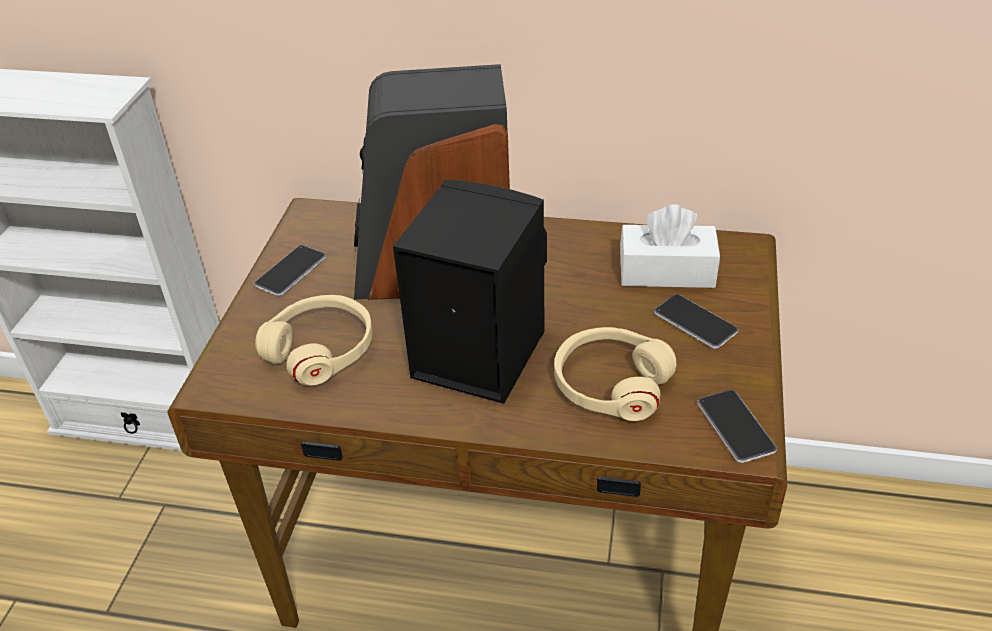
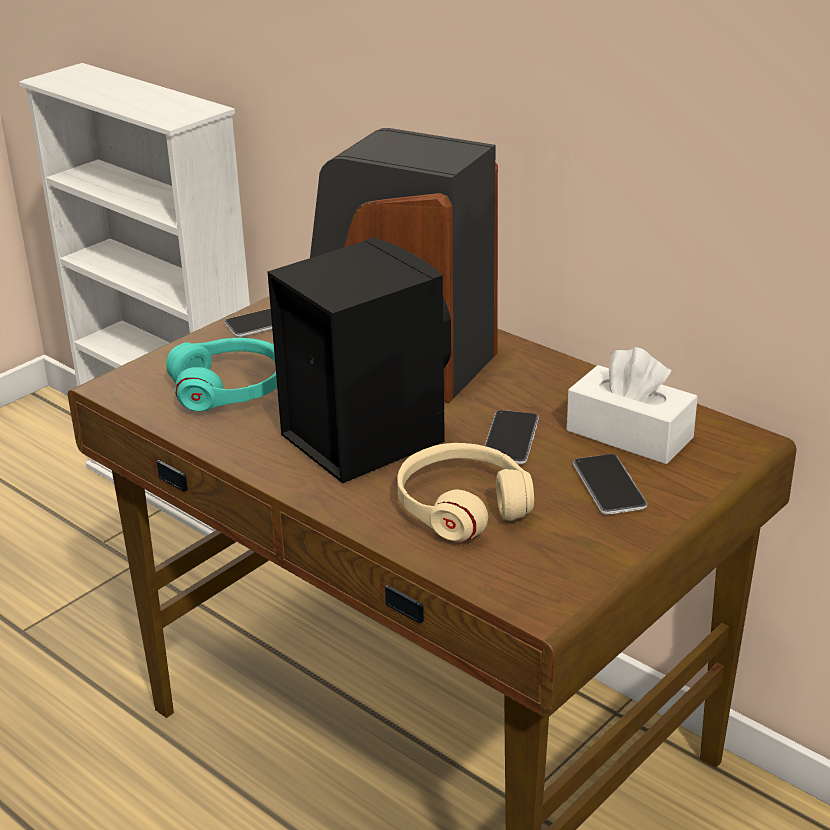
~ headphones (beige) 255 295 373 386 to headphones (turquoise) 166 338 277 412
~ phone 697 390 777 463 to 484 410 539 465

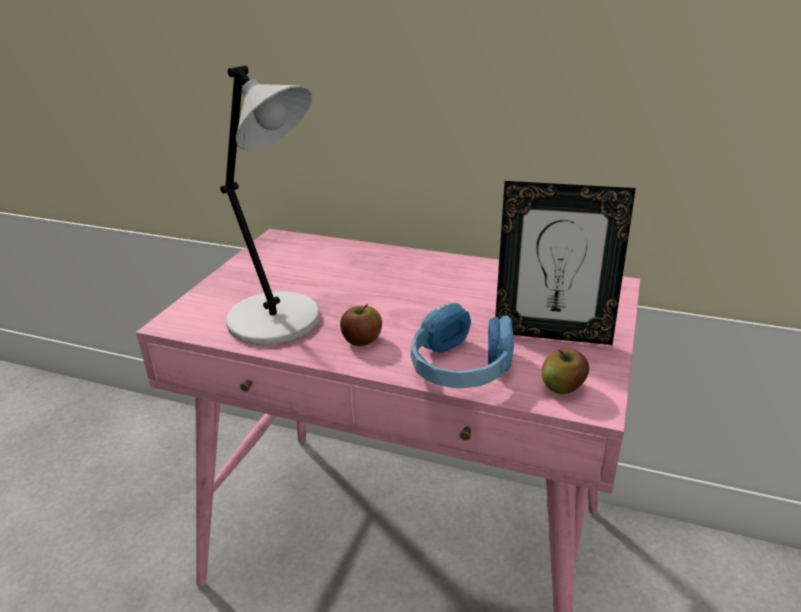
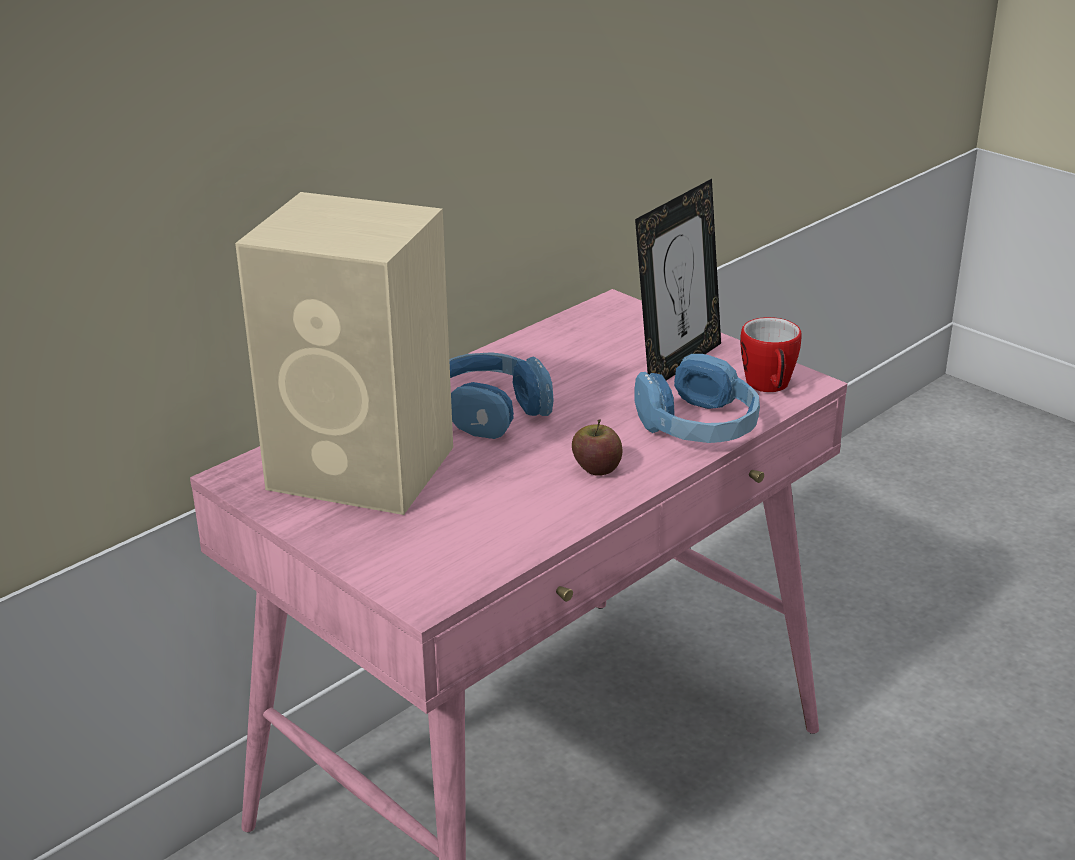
+ speaker (beige) 235 192 453 515
+ headphones (blue) 449 352 554 439
~ apple 541 348 589 394 to mug 740 317 802 392
- table lamp (grey) 220 65 320 345

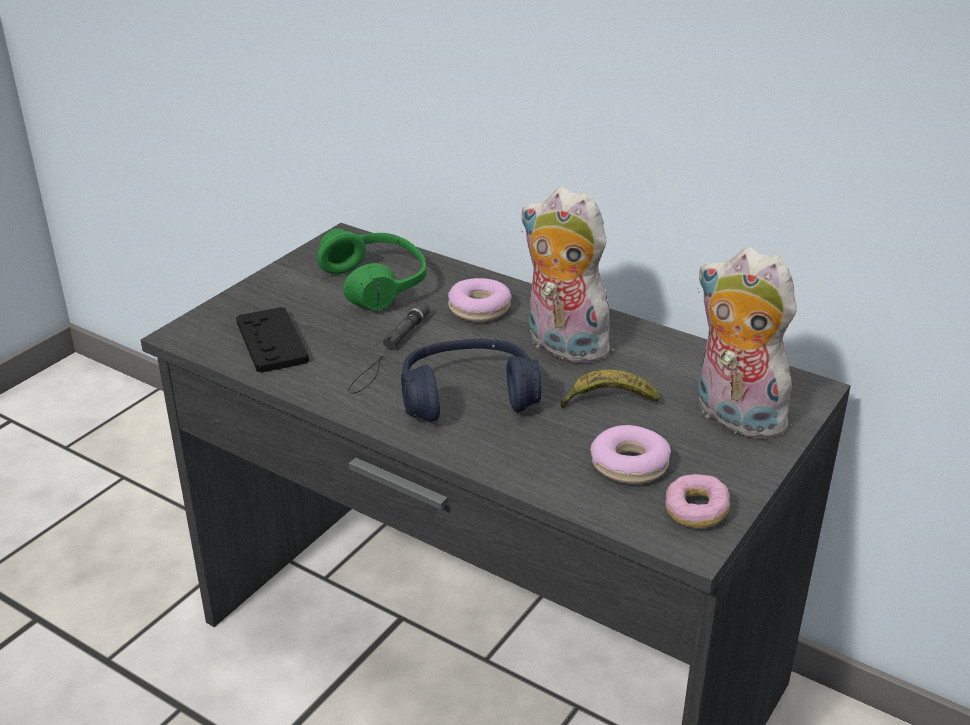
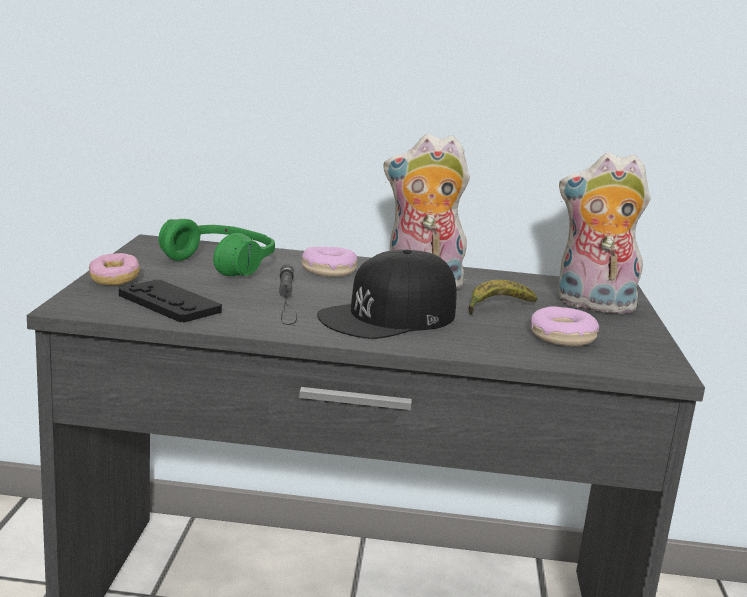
~ donut 665 474 730 529 to 89 253 140 285
~ headphones (blue) 401 339 541 422 to cap (black) 317 250 457 339

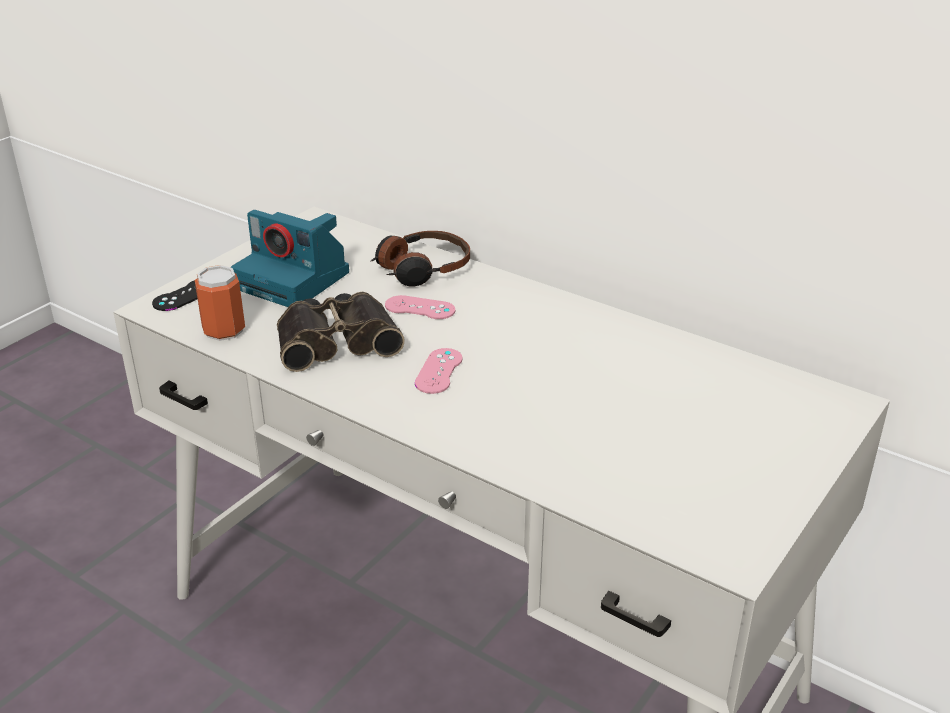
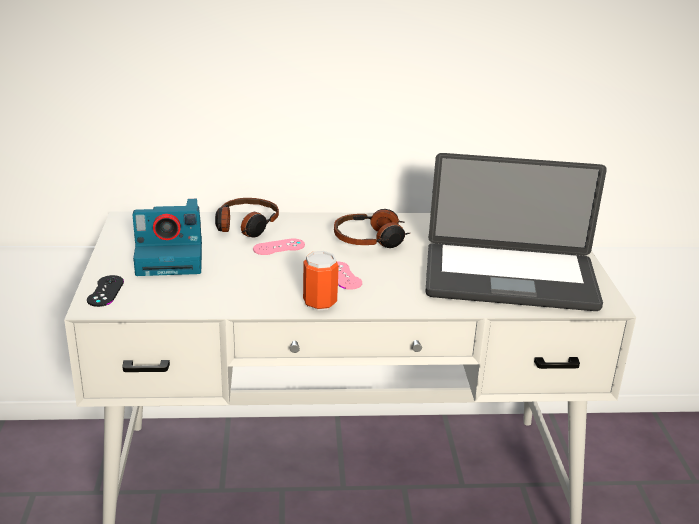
~ can 195 265 245 341 to 303 251 339 311
+ headphones 334 209 410 248
+ laptop 426 153 607 311
- binoculars 277 292 405 372

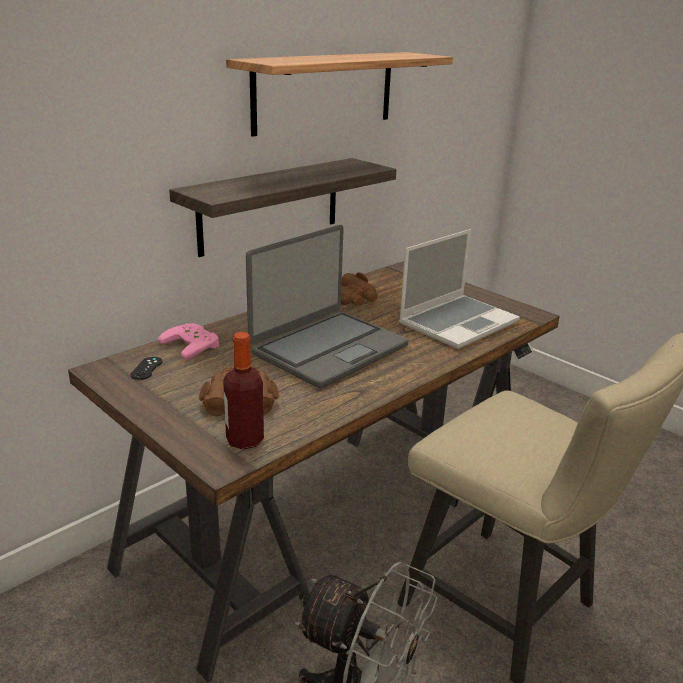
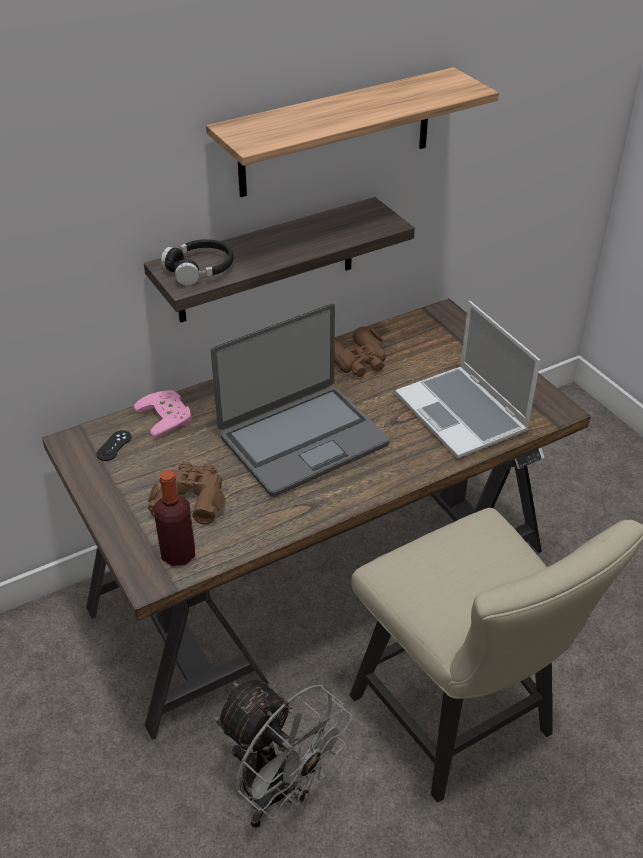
+ headphones (black) 161 239 234 286
~ laptop 399 229 520 349 = 395 301 541 459 90 degrees clockwise

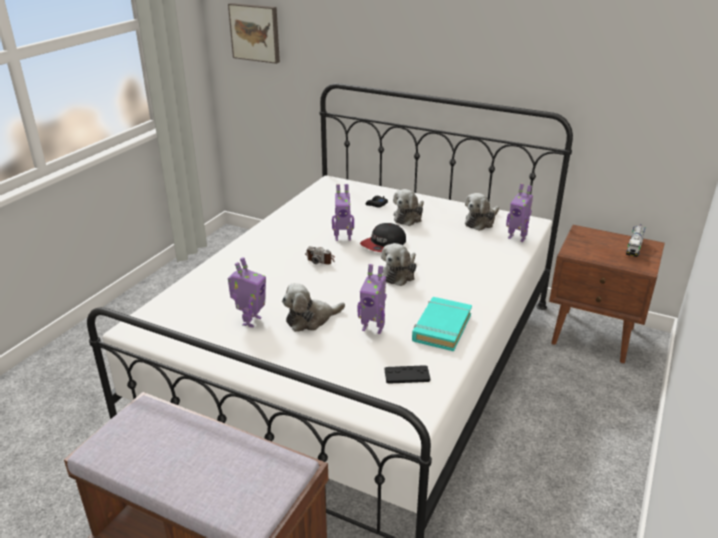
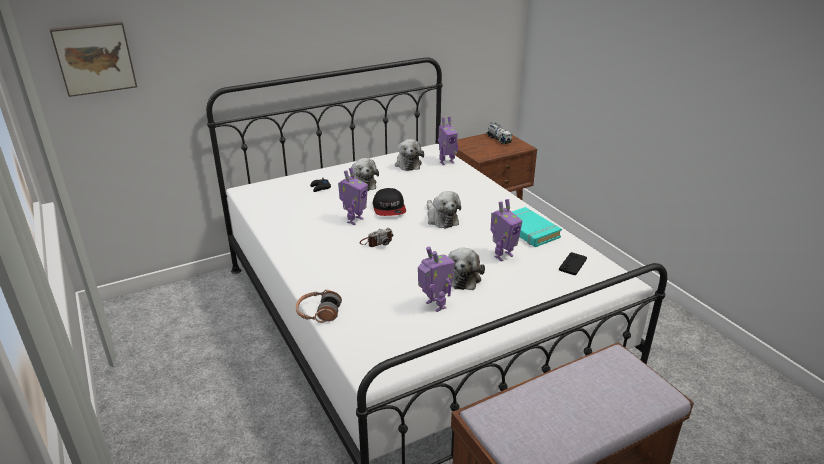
+ headphones 296 290 342 323

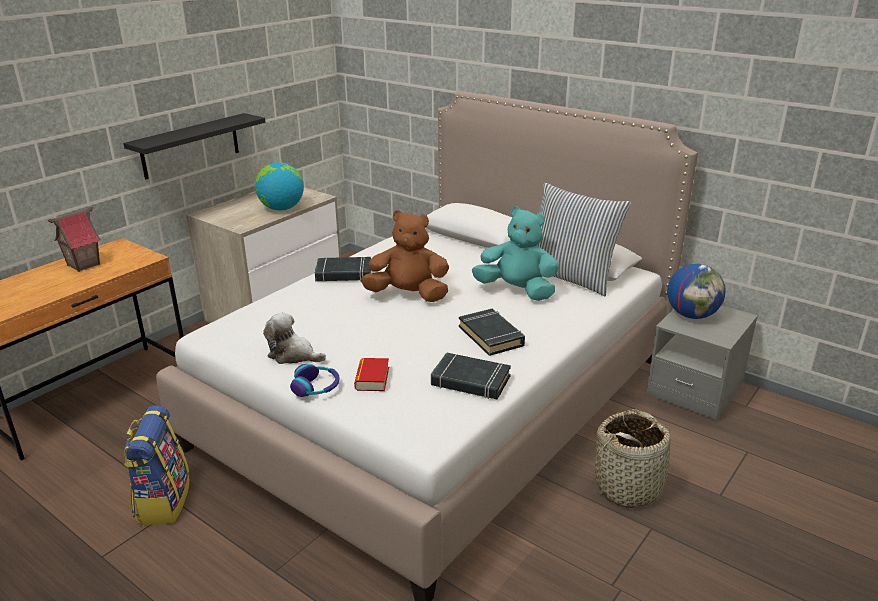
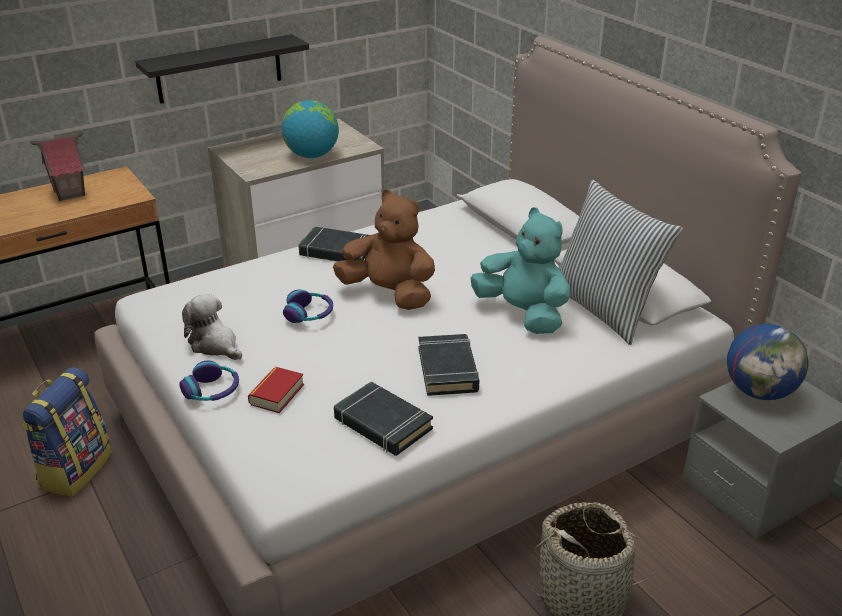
+ headphones 283 289 333 323

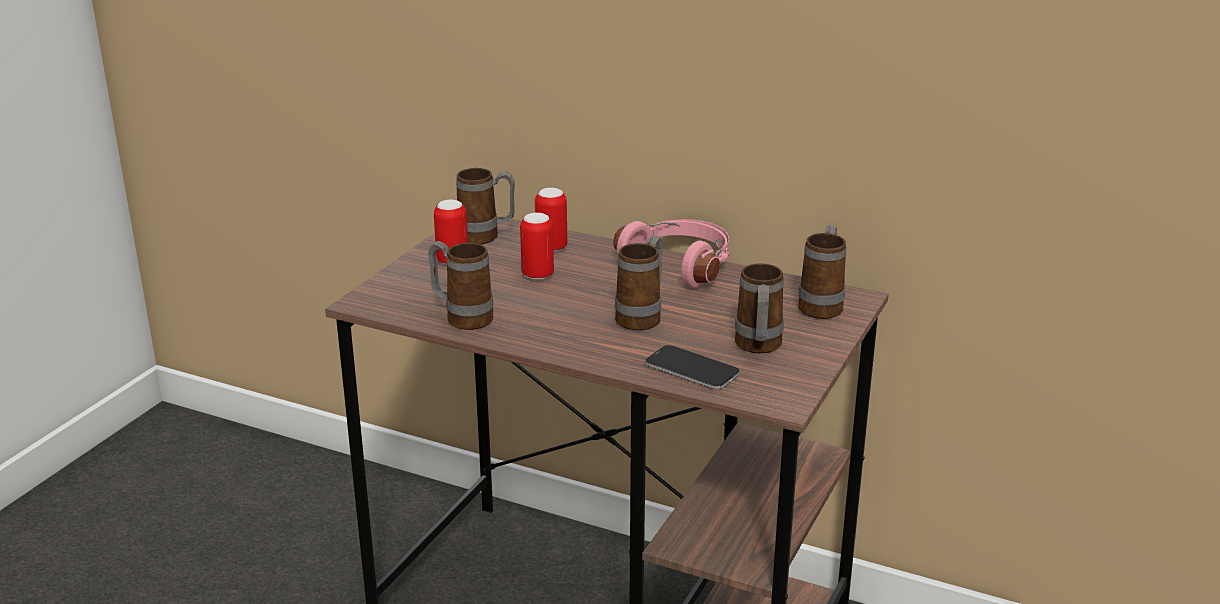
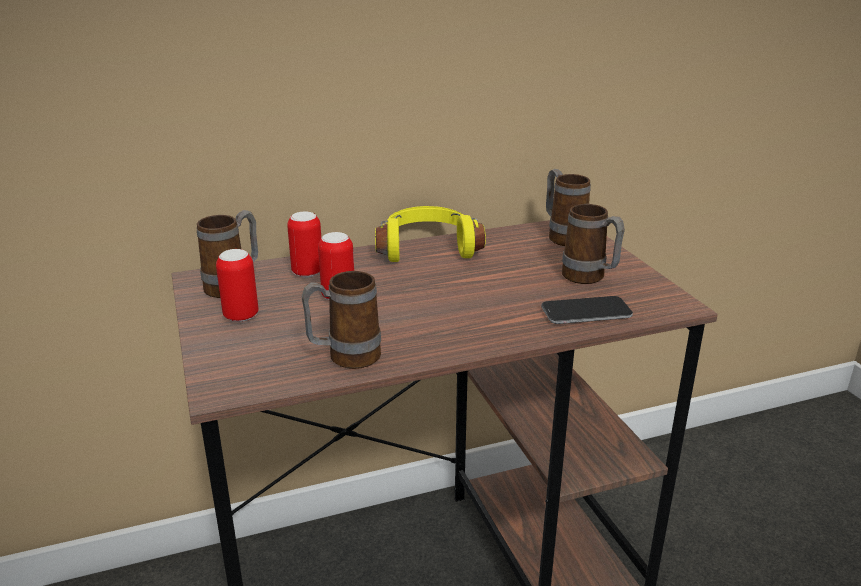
~ headphones (pink) 613 219 730 288 to headphones (yellow) 375 206 486 262
- mug 615 236 663 330

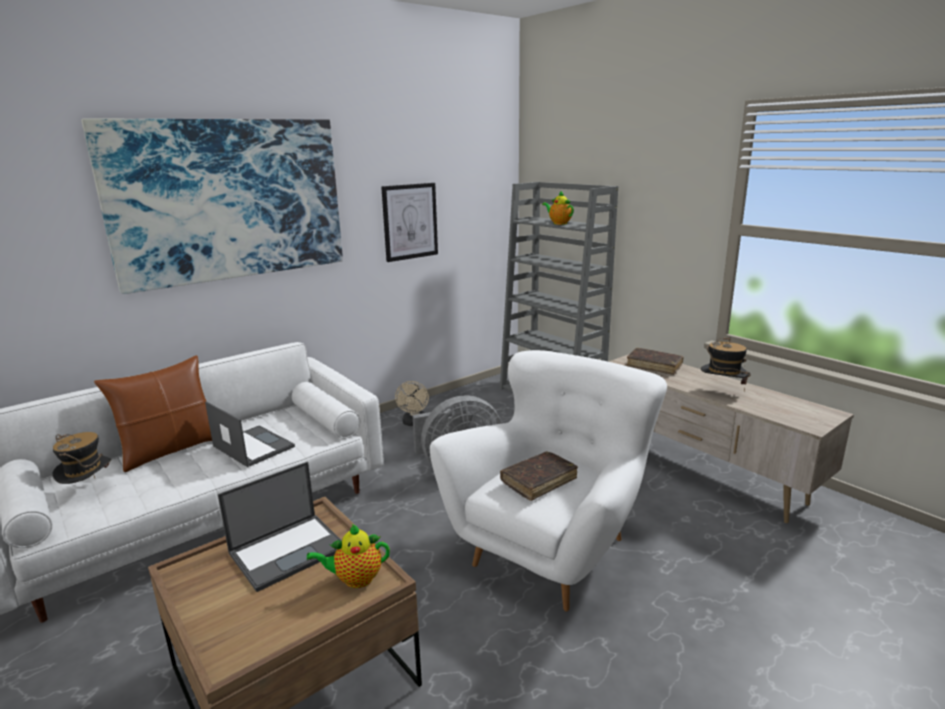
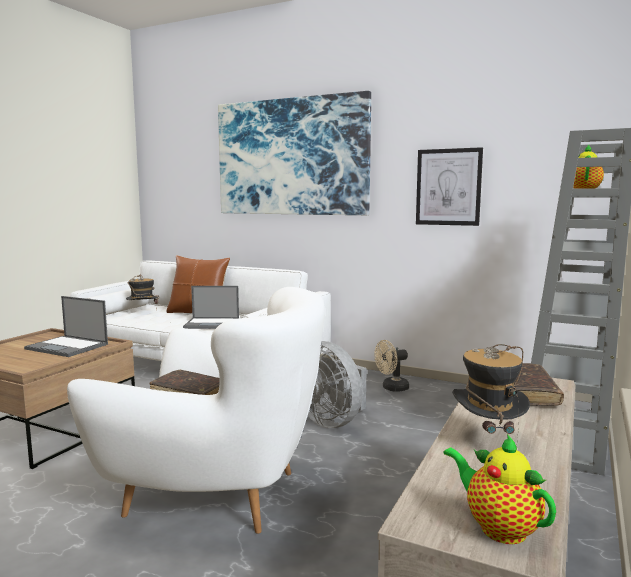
~ laptop 205 402 295 467 = 183 286 239 329 75 degrees clockwise
~ teapot 307 524 390 588 to 443 434 556 544

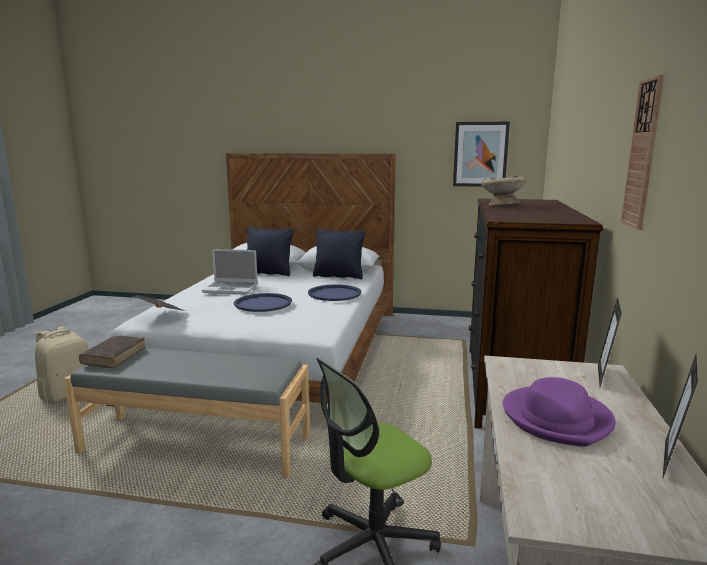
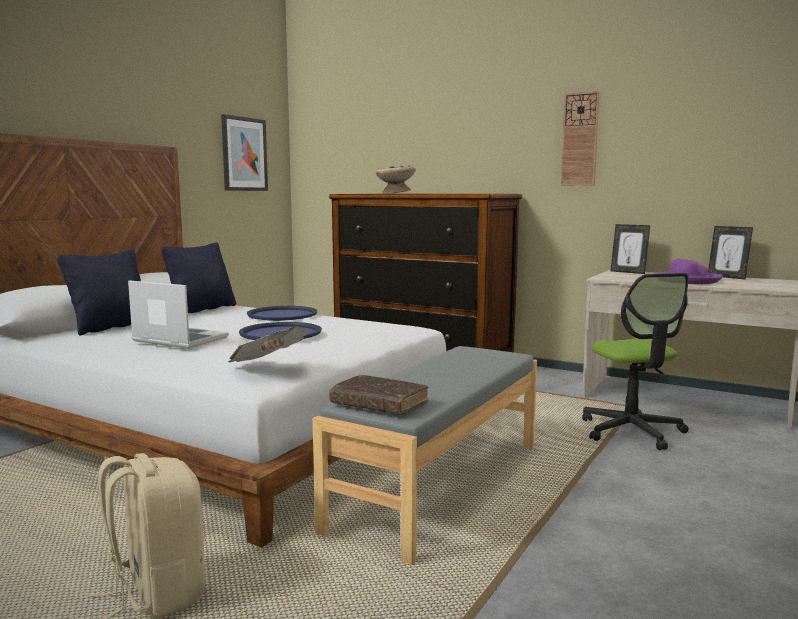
~ laptop 202 249 258 295 = 128 280 229 349 90 degrees counterclockwise

